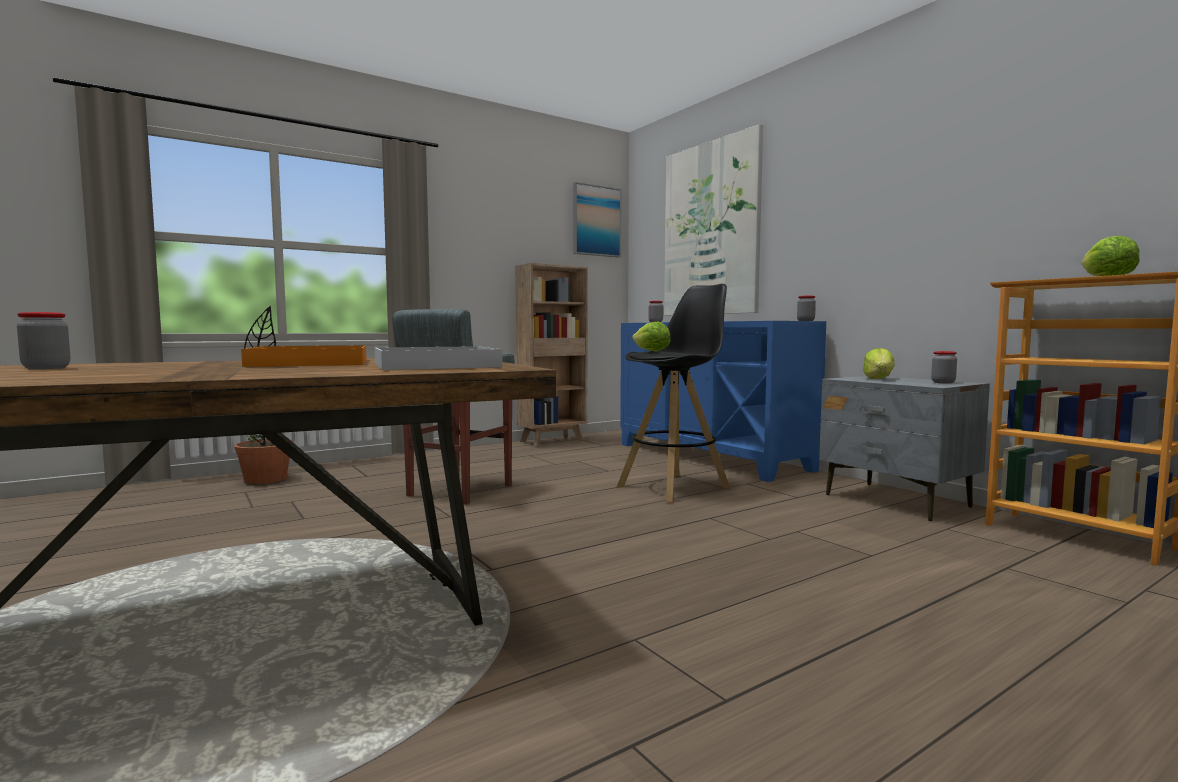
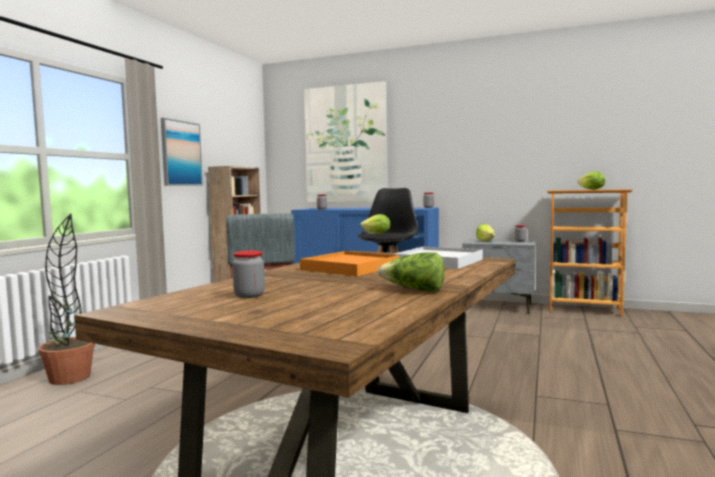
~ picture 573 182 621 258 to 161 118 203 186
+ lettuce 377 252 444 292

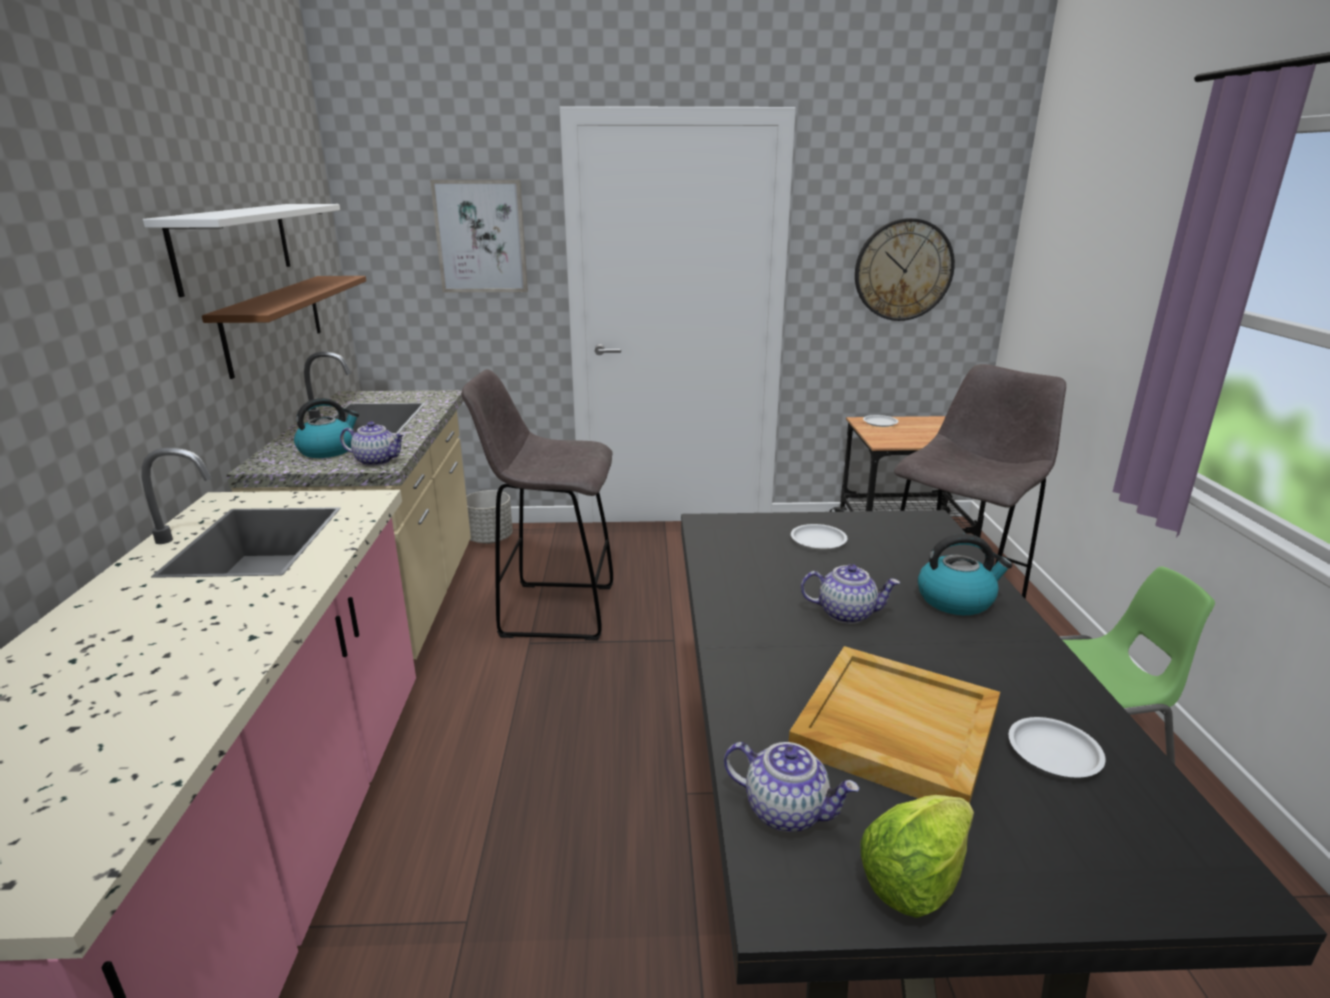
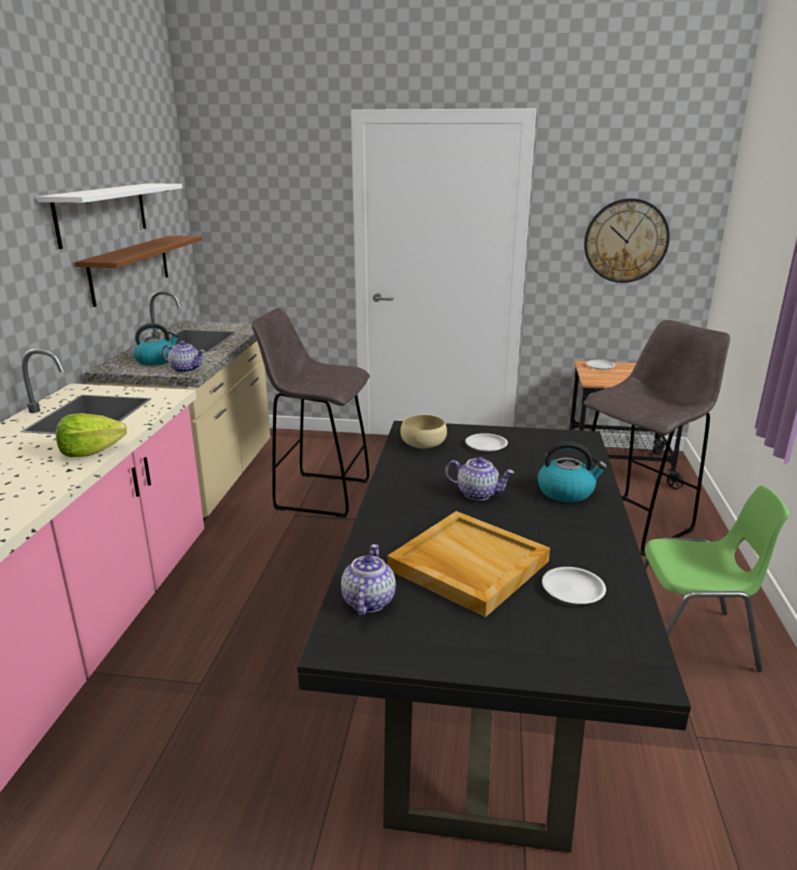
~ lettuce 860 795 974 918 to 56 413 127 457
~ teapot 724 742 860 832 = 341 544 396 615 120 degrees counterclockwise
+ bowl (beige) 400 414 447 449
- picture 430 180 528 292
- planter (grey) 466 490 513 544

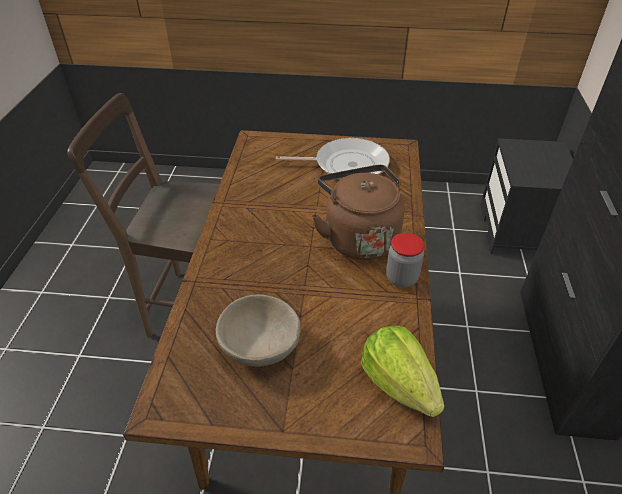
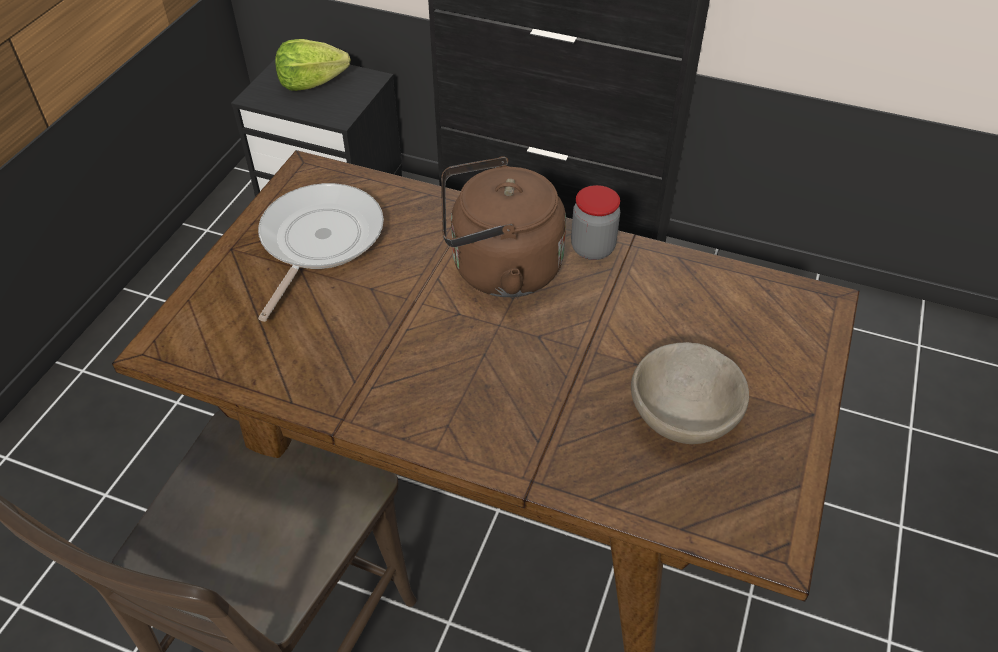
~ lettuce 361 326 444 417 to 275 39 351 91

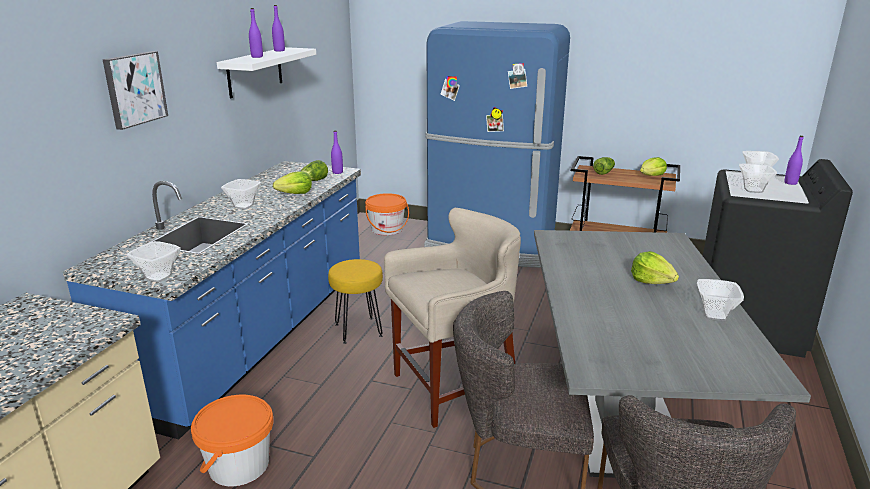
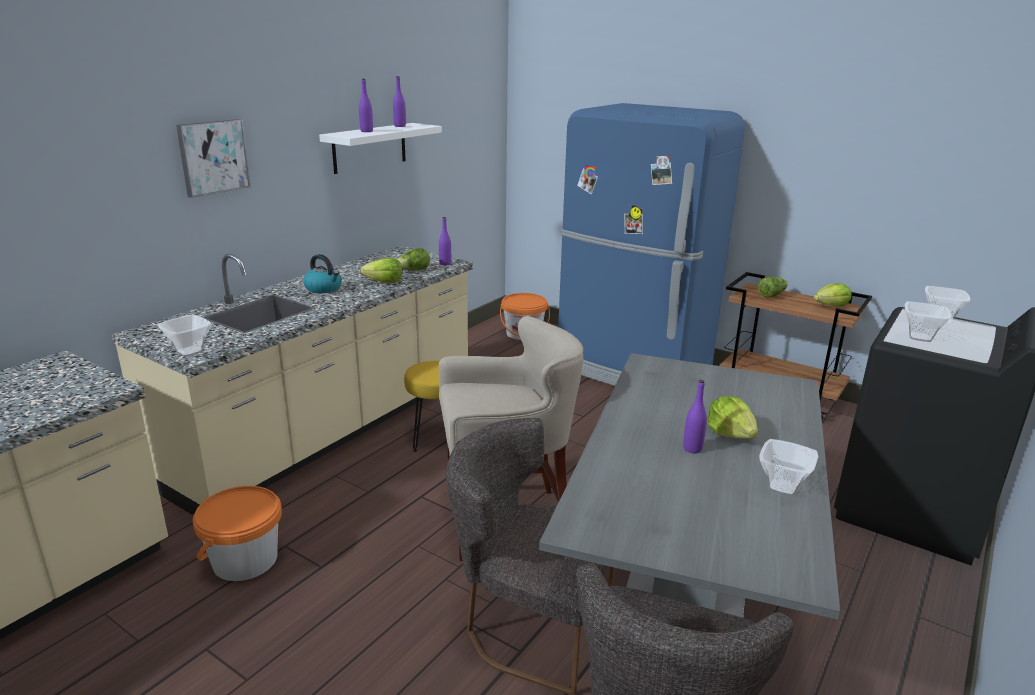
~ counter (blue) 63 161 361 439 to counter (beige) 112 246 473 515
~ bowl 221 179 261 209 to kettle 304 254 342 293
~ bottle (purple) 784 136 803 185 to 683 380 707 453

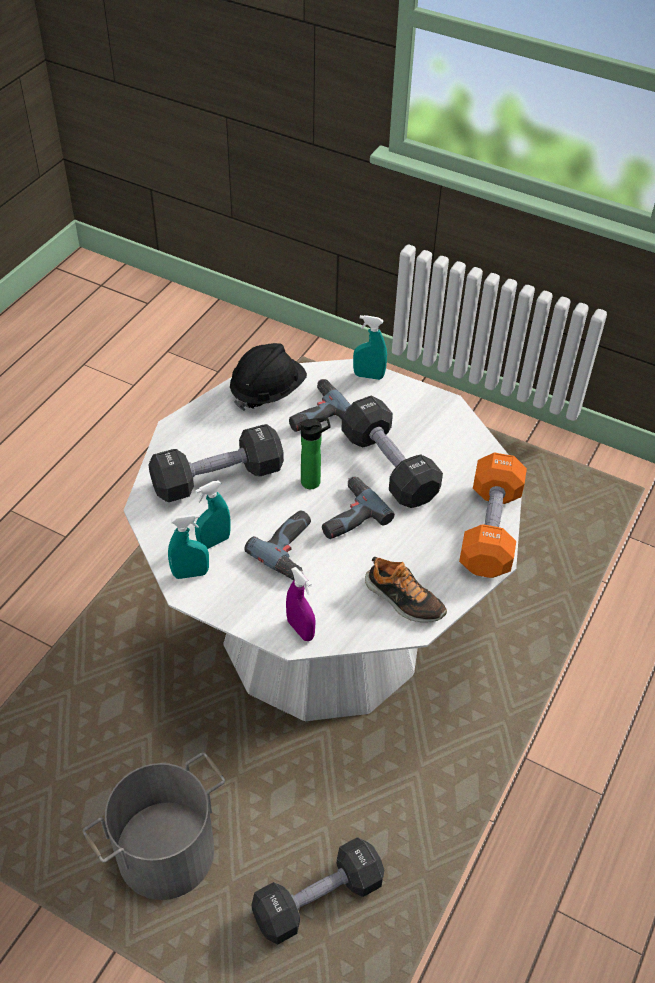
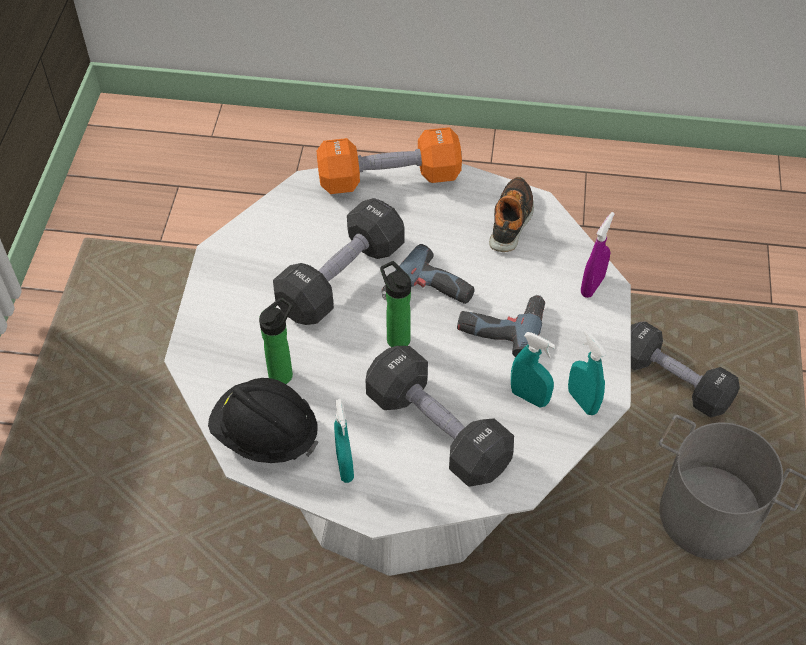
~ power drill 289 379 351 432 to bottle 259 298 293 384
~ spray bottle (turquoise) 353 315 387 380 to 334 399 354 483

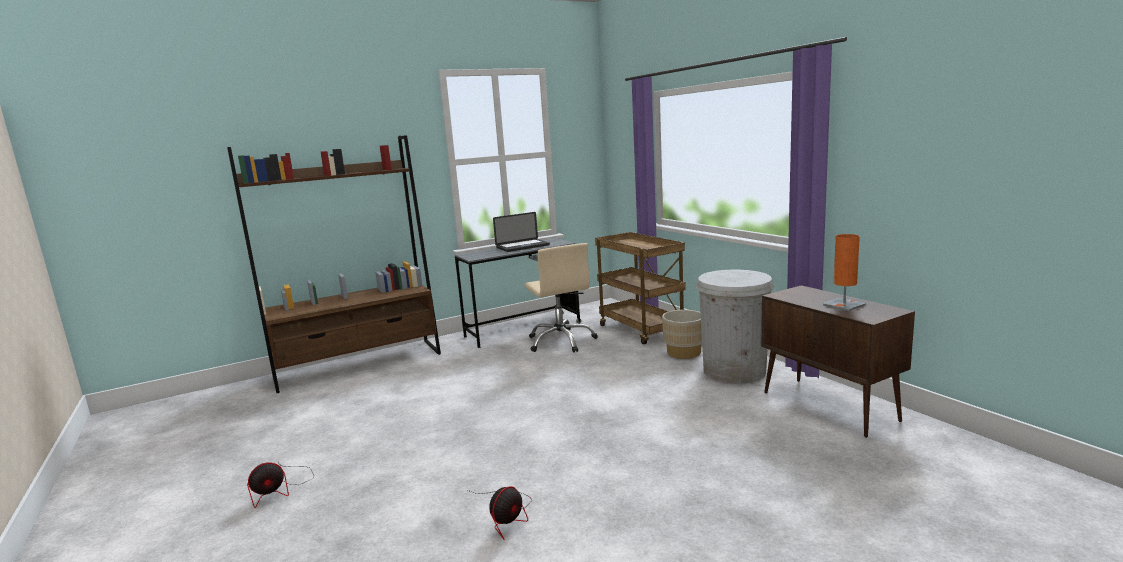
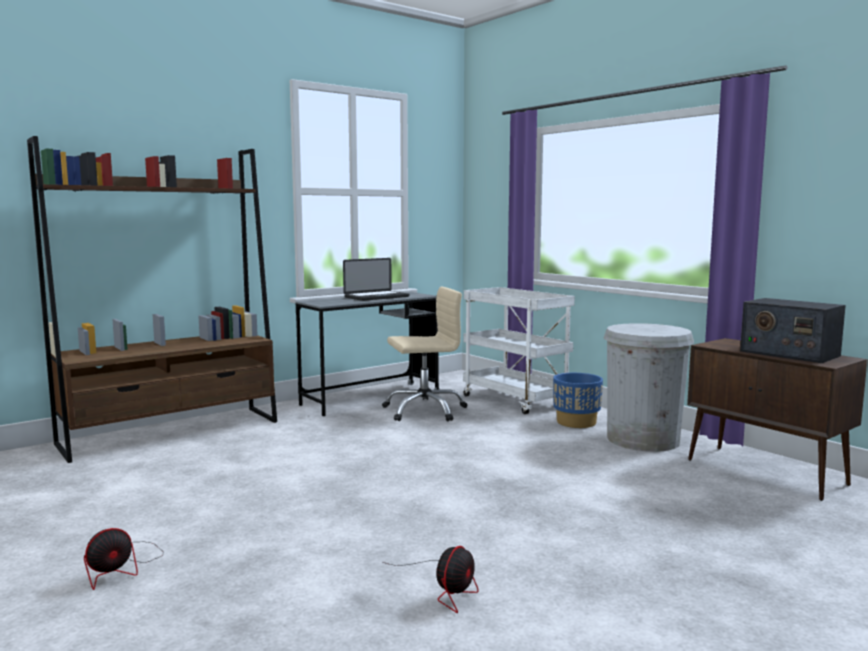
~ office chair (beige) 525 243 598 353 = 382 287 467 421 75 degrees counterclockwise
~ cart (brown) 595 232 686 345 to cart (white) 463 287 575 414
~ planter (beige) 662 310 702 359 to planter (blue) 553 373 603 428
~ table lamp (orange) 823 234 866 311 to radio 740 298 846 363

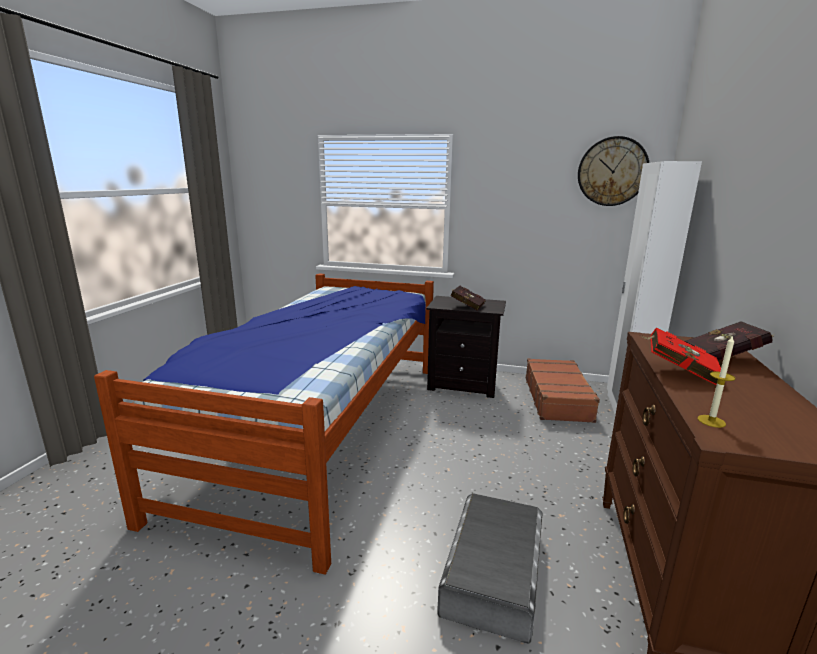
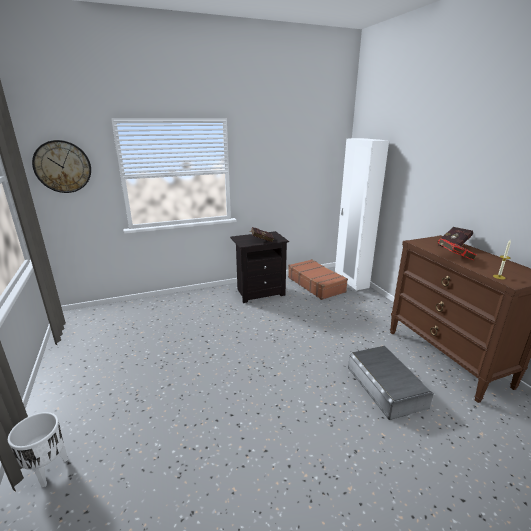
+ planter (white) 8 412 68 488
~ wall clock 578 136 649 206 to 32 140 91 193
- bed 94 274 434 574

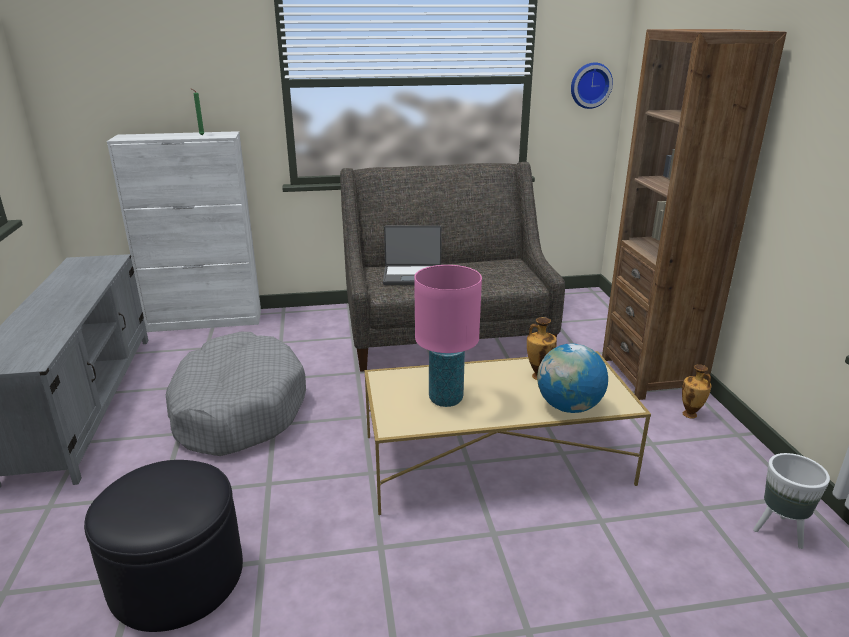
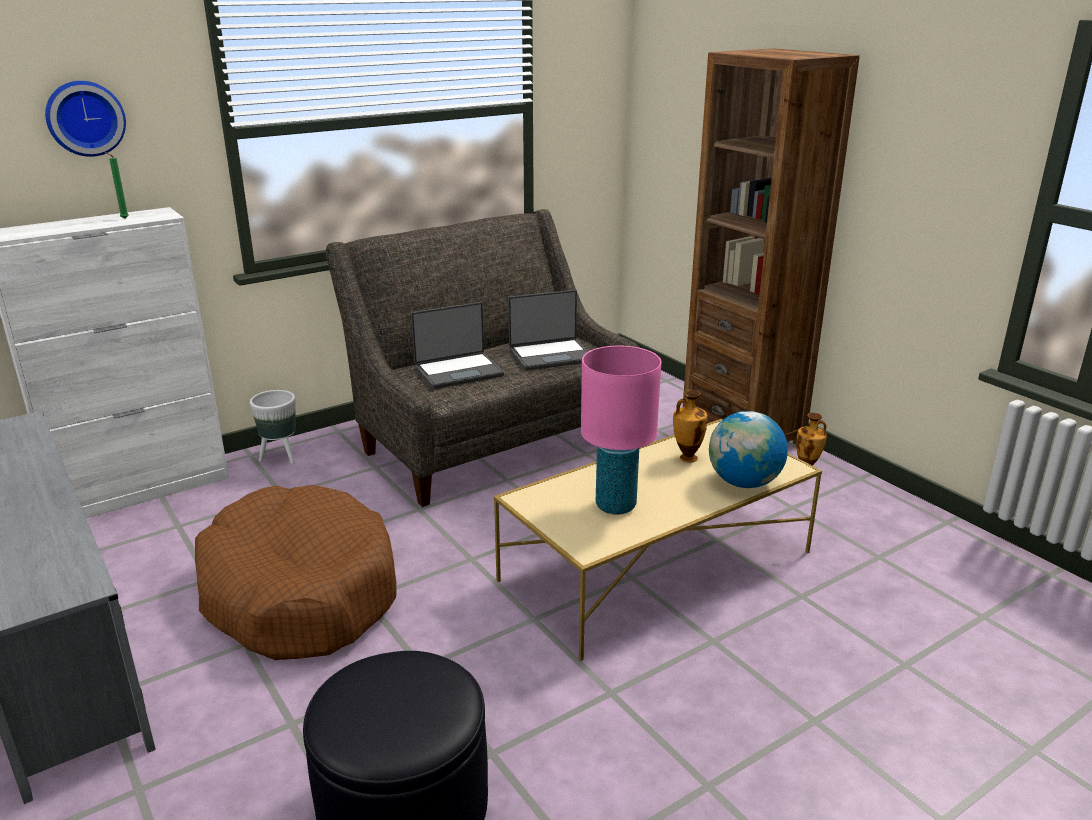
~ wall clock 571 62 613 109 to 45 81 126 157
~ dog bed (grey) 166 332 306 456 to dog bed (brown) 195 485 396 660
~ planter (white) 753 453 830 549 to 250 390 296 464
+ laptop 508 290 588 370

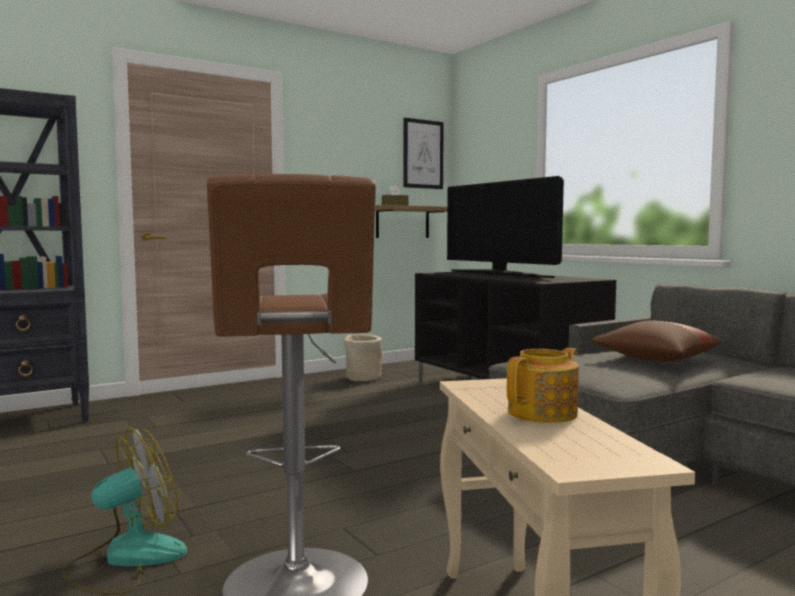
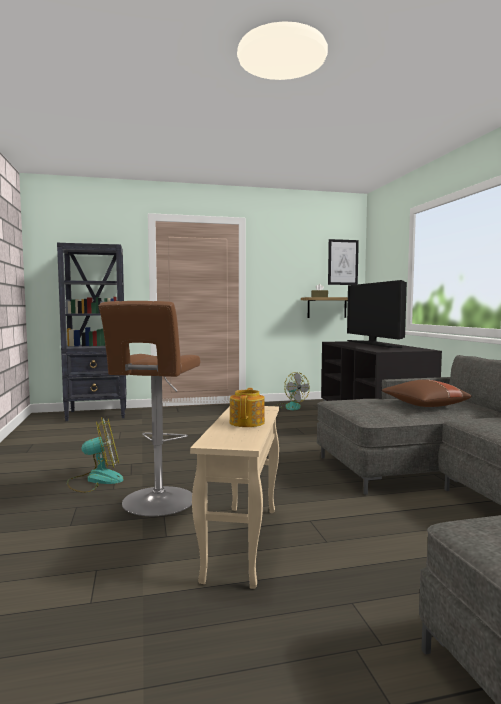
~ teapot 507 348 579 423 = 230 388 265 427 60 degrees counterclockwise
~ planter (beige) 343 334 382 381 to fan 274 372 310 410

